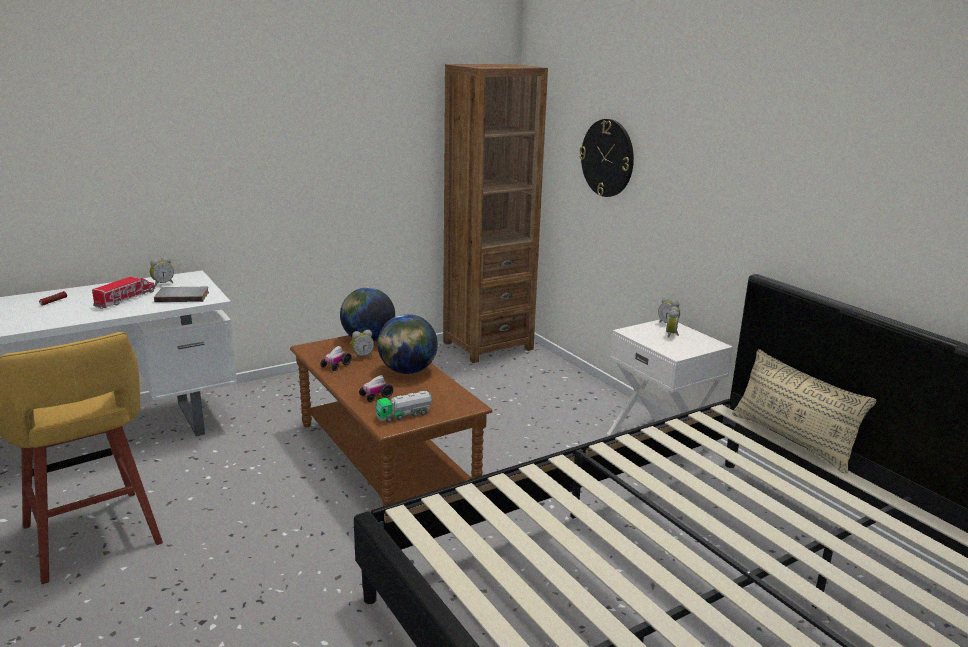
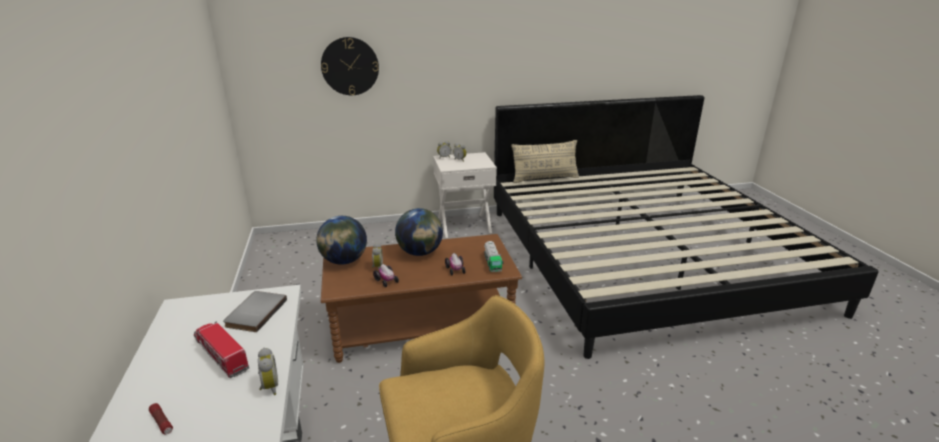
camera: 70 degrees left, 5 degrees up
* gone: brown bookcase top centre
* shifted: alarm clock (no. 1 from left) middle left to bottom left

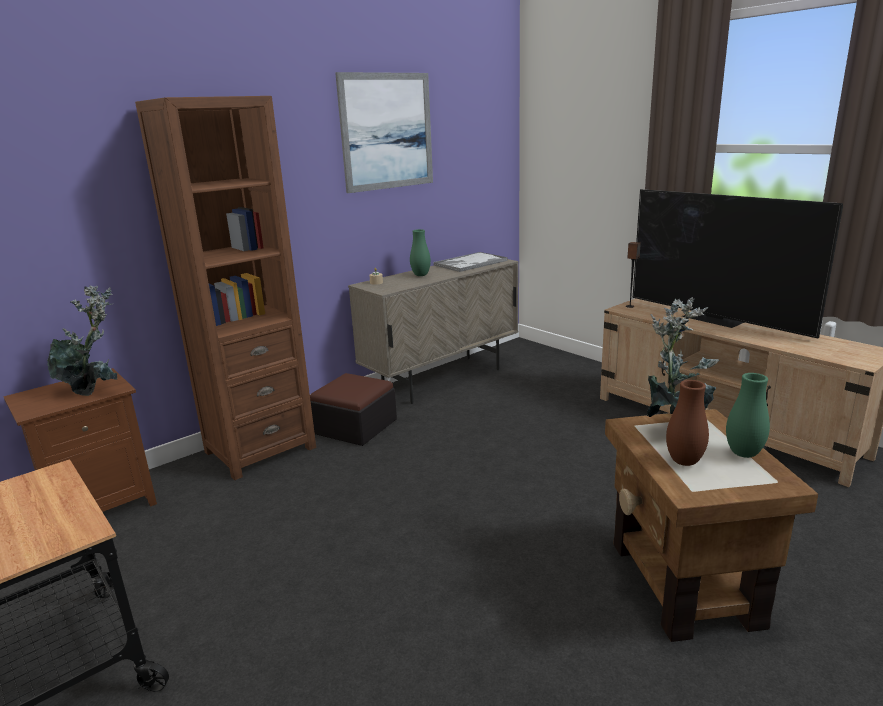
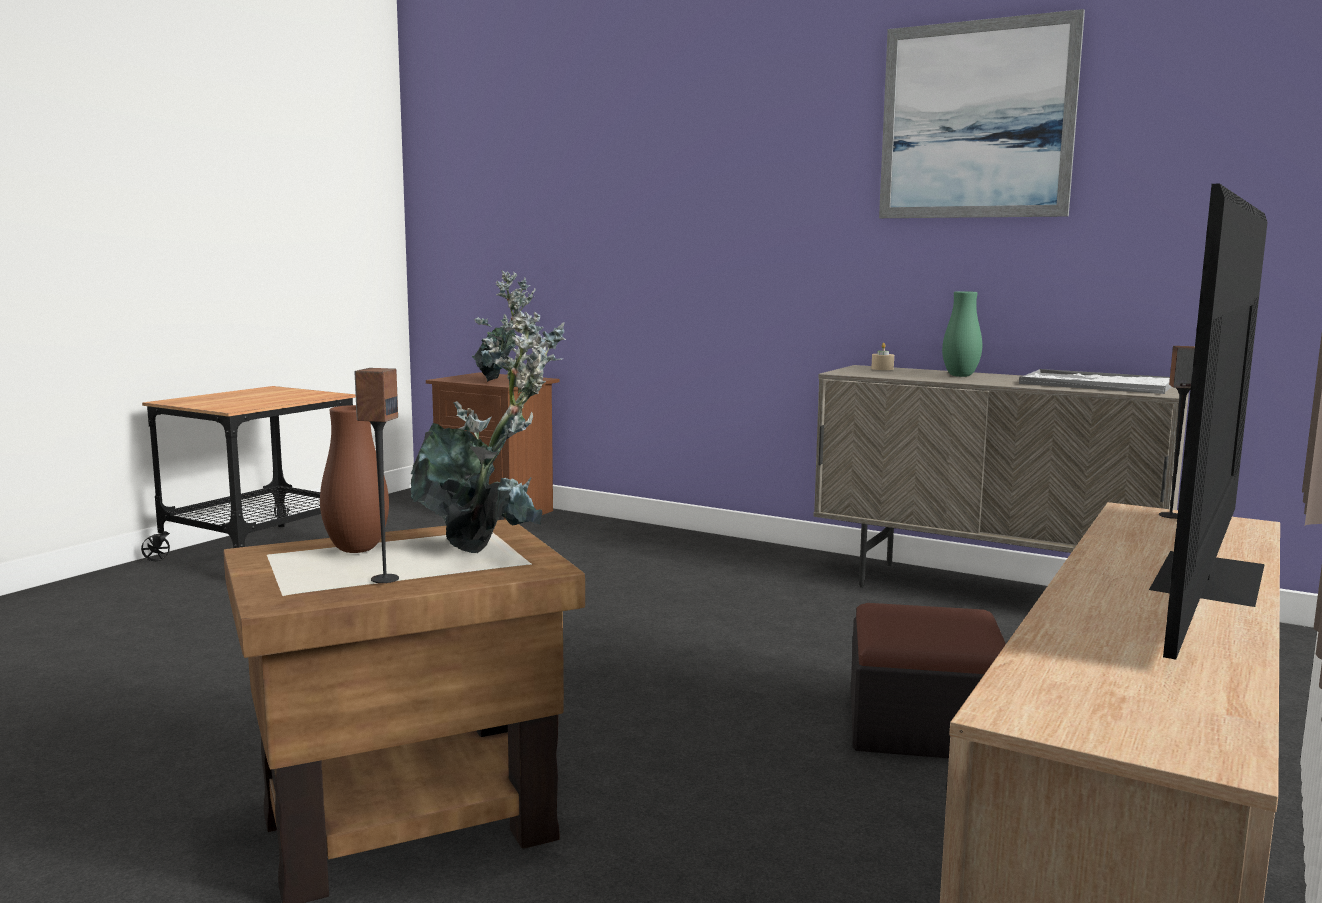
camera: 70 degrees right, 10 degrees down
* gone: brown bookcase middle left
* shifted: footrest centre to bottom right
* swapped: green-coloured vase (no. 2 from left) middle right to loudspeaker (no. 1 from left) middle left

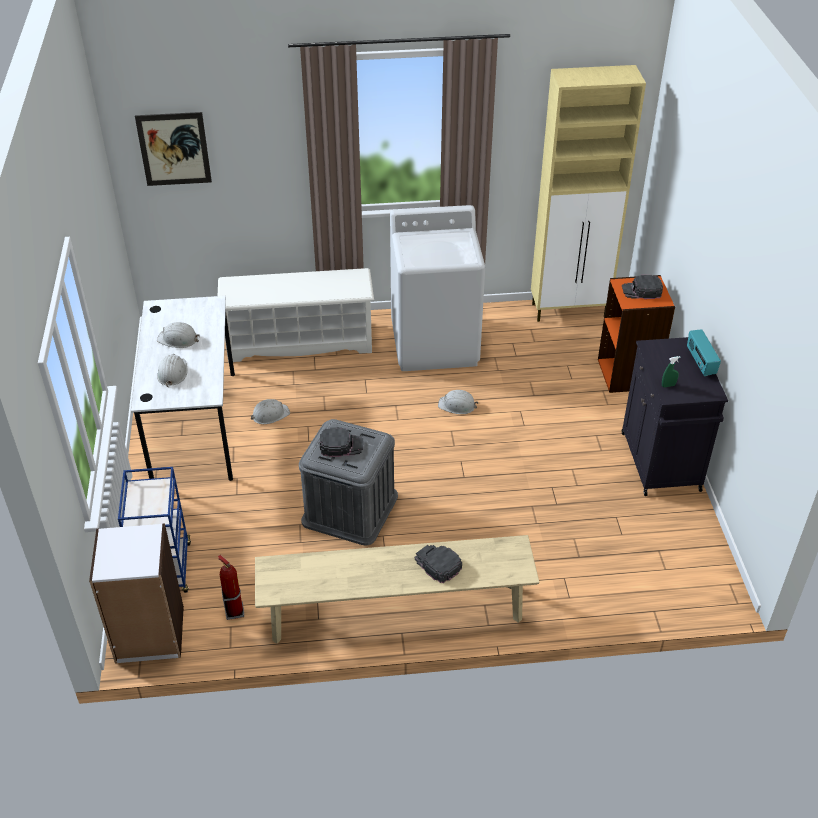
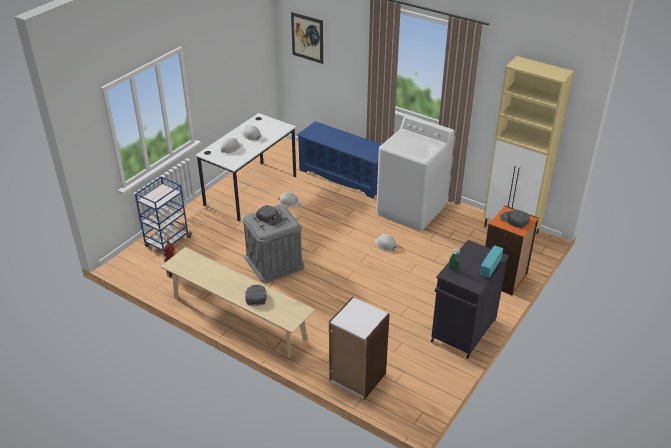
camera: 40 degrees right, 5 degrees down
* repainted: white-coloured shoe stand centre to blue shoe stand centre
* shifted: white-coloured bookcase bottom left to bottom centre

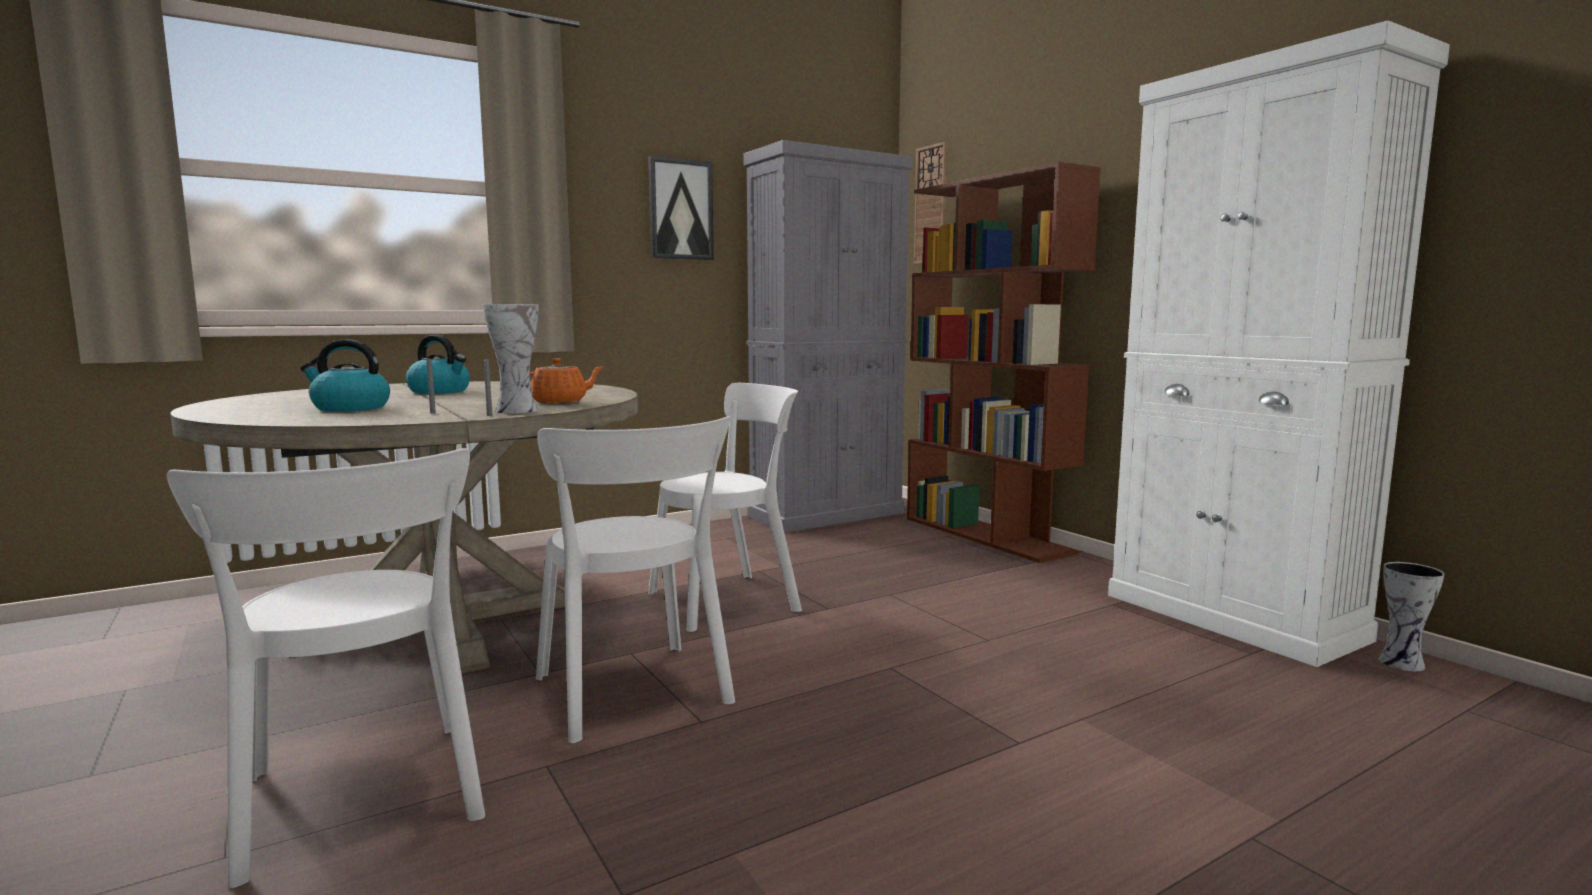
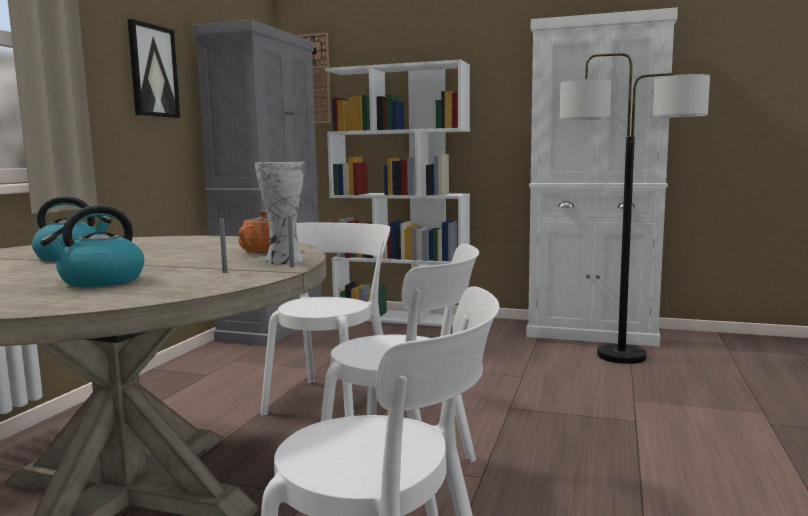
camera: 40 degrees left, 0 degrees up
* repainted: brown bookcase centre to white-coloured bookcase centre
* gone: vase (no. 2 from left) bottom right
* new: standard lamp middle right

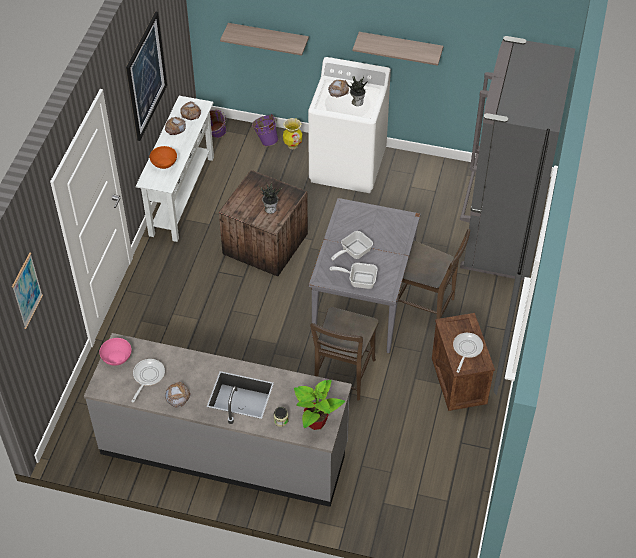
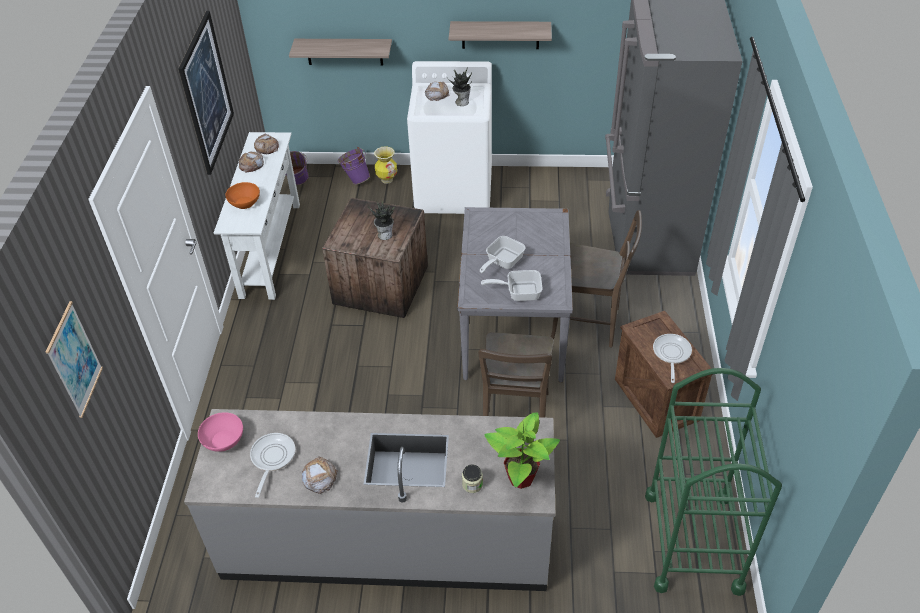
camera: 10 degrees left, 5 degrees down
* new: green-coloured wheeled cart bottom right

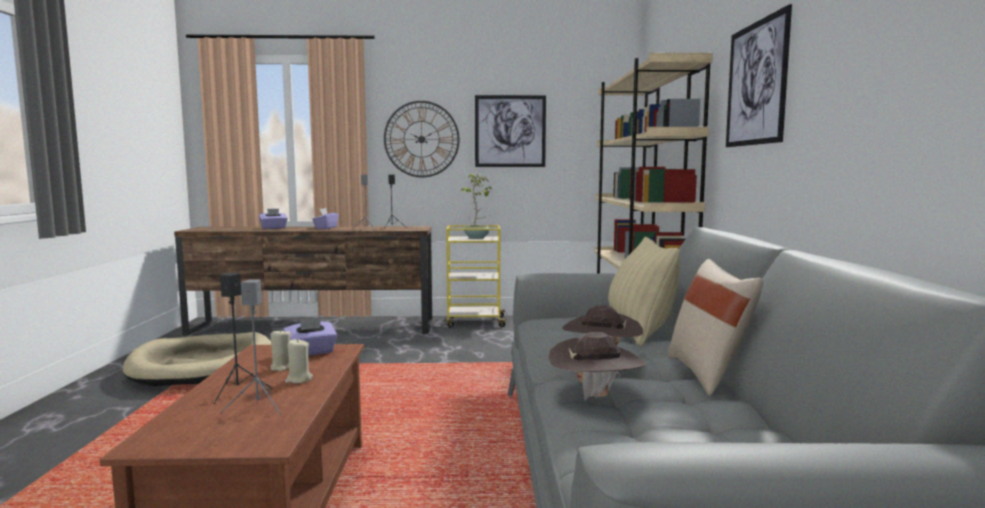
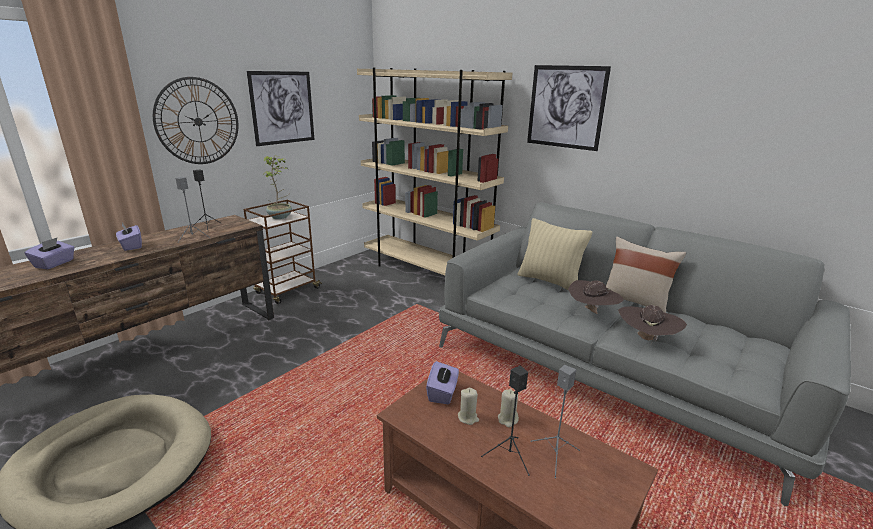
camera: 50 degrees left, 15 degrees up
* repainted: yellow-coloured wheeled cart centre to brown wheeled cart middle left

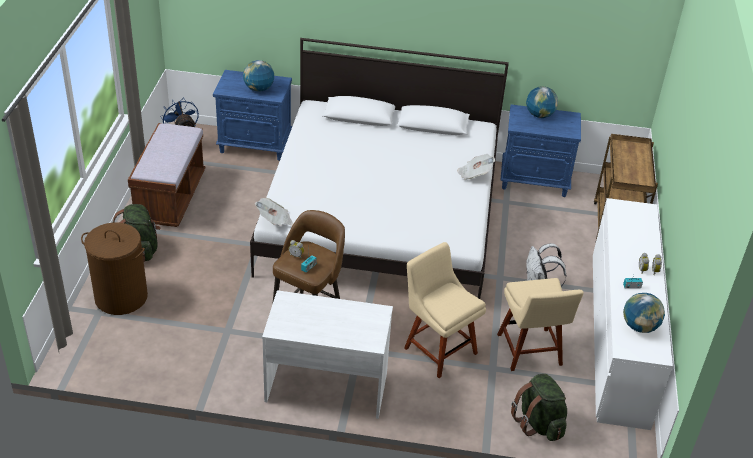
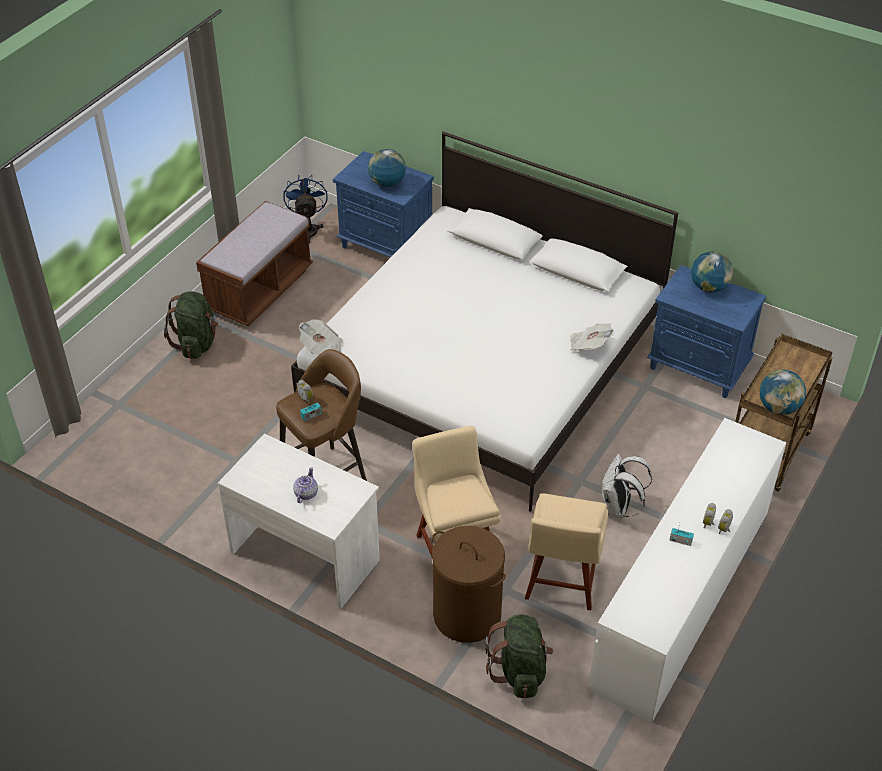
camera: 25 degrees right, 5 degrees up
* shifted: brown washing basket middle left to bottom centre
* shifted: desk globe (no. 3 from left) bottom right to middle right
* new: pot for tea centre

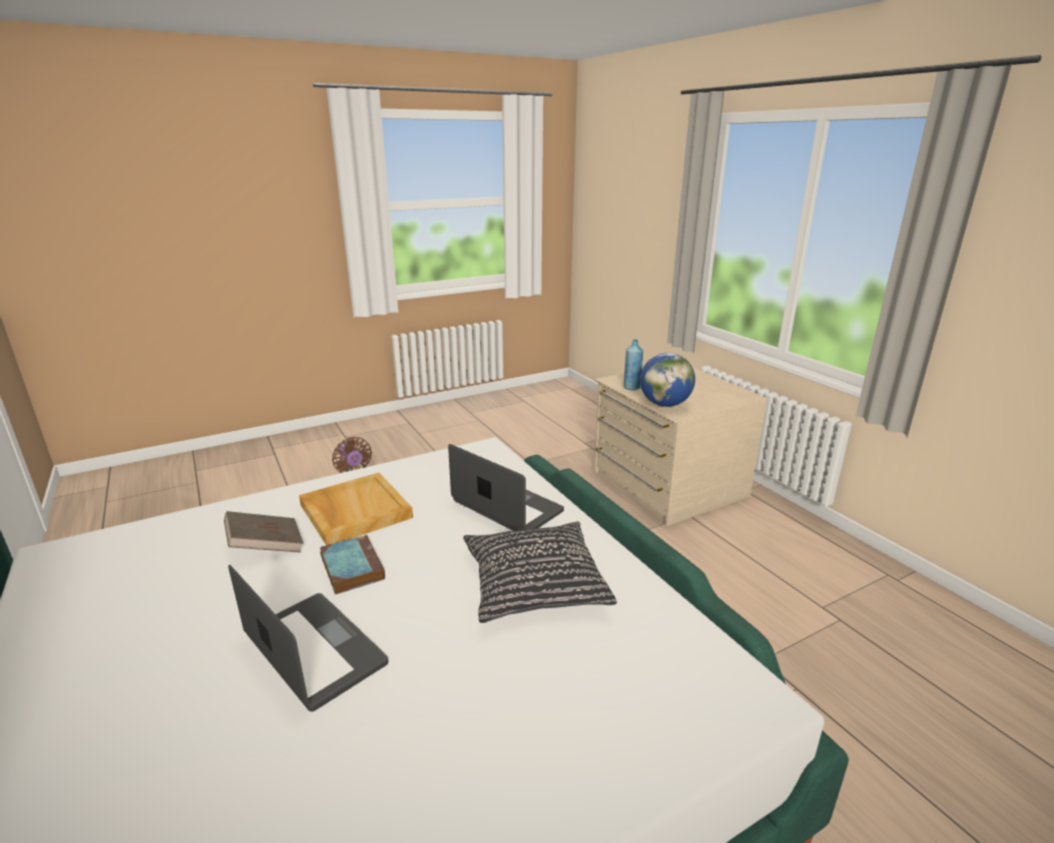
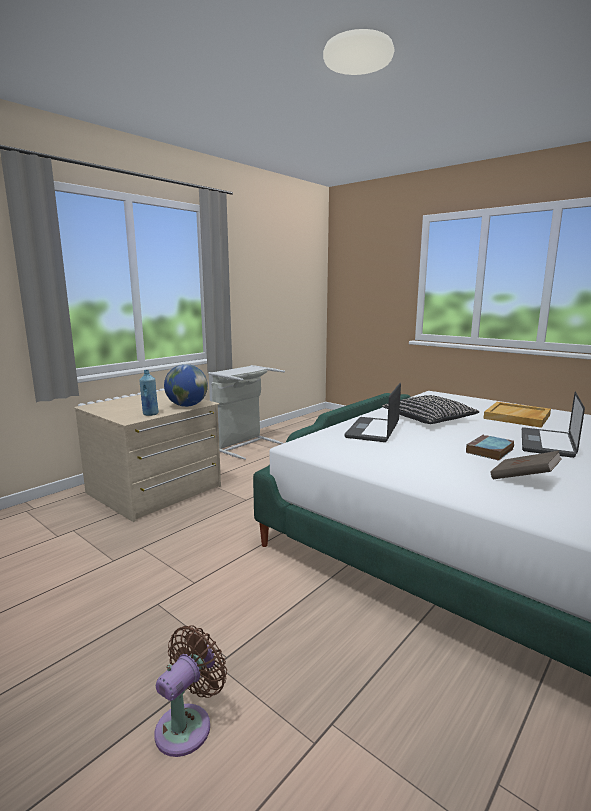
camera: 110 degrees left, 10 degrees down
* shifted: beige-coloured tray centre to middle right
* new: gray washing basket centre

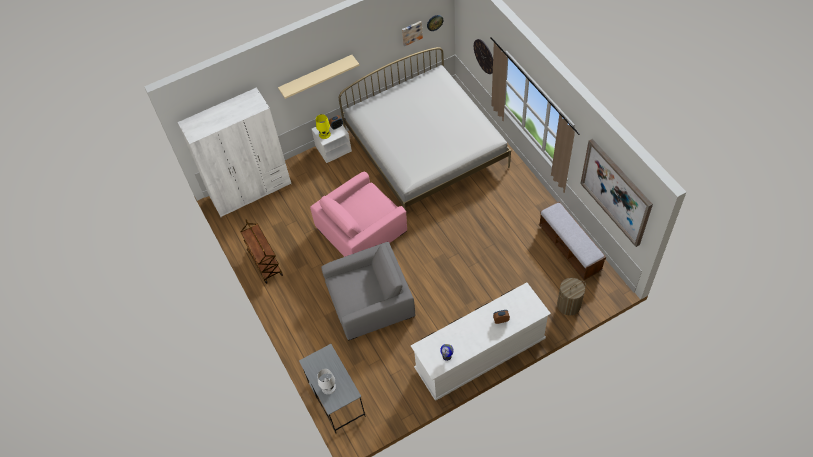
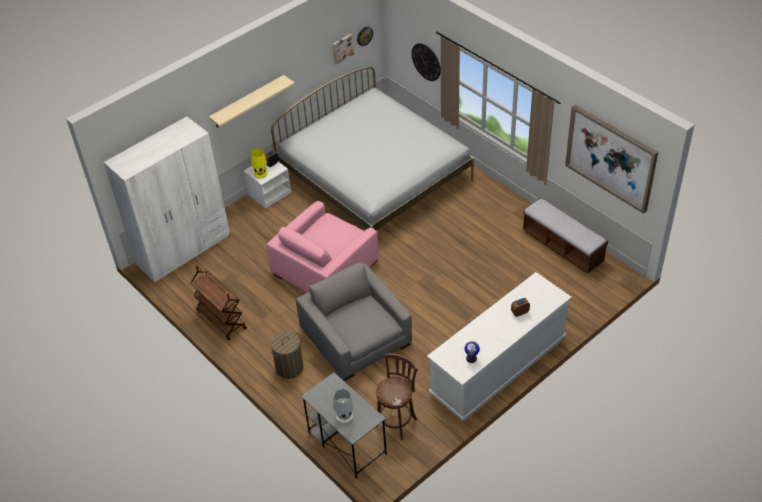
camera: 15 degrees left, 10 degrees down
* rotated: gray lounge chair centre = centre 90 degrees counterclockwise
* shifted: washing basket middle right to bottom centre
* new: brown sitting stool bottom centre

